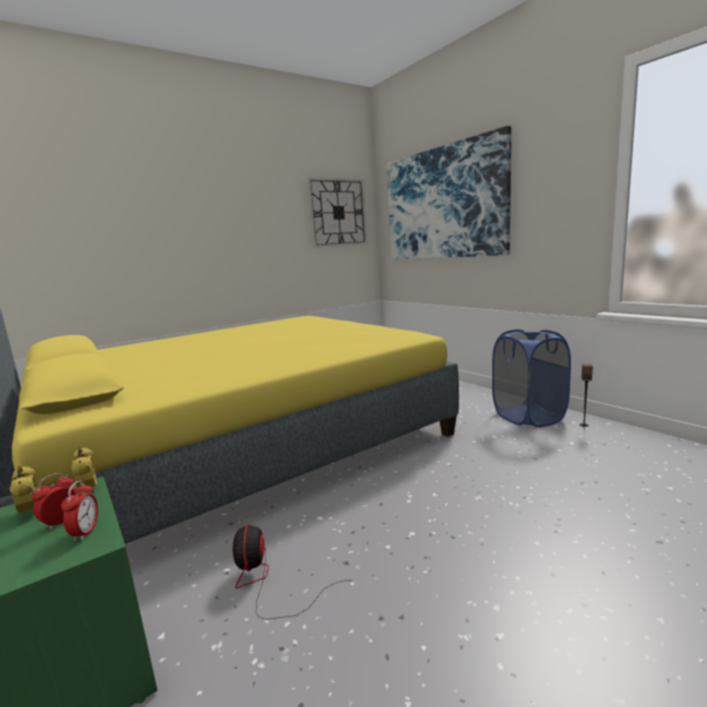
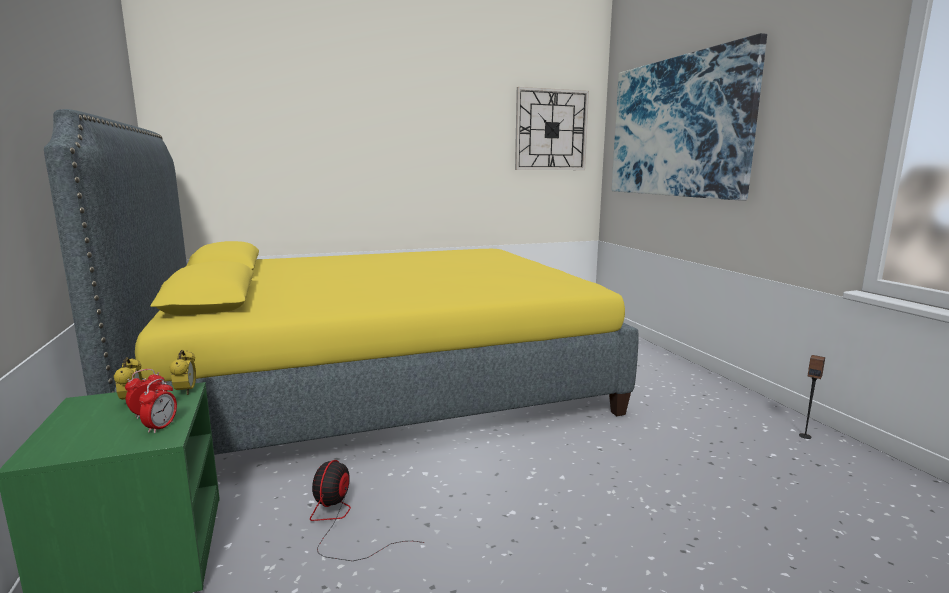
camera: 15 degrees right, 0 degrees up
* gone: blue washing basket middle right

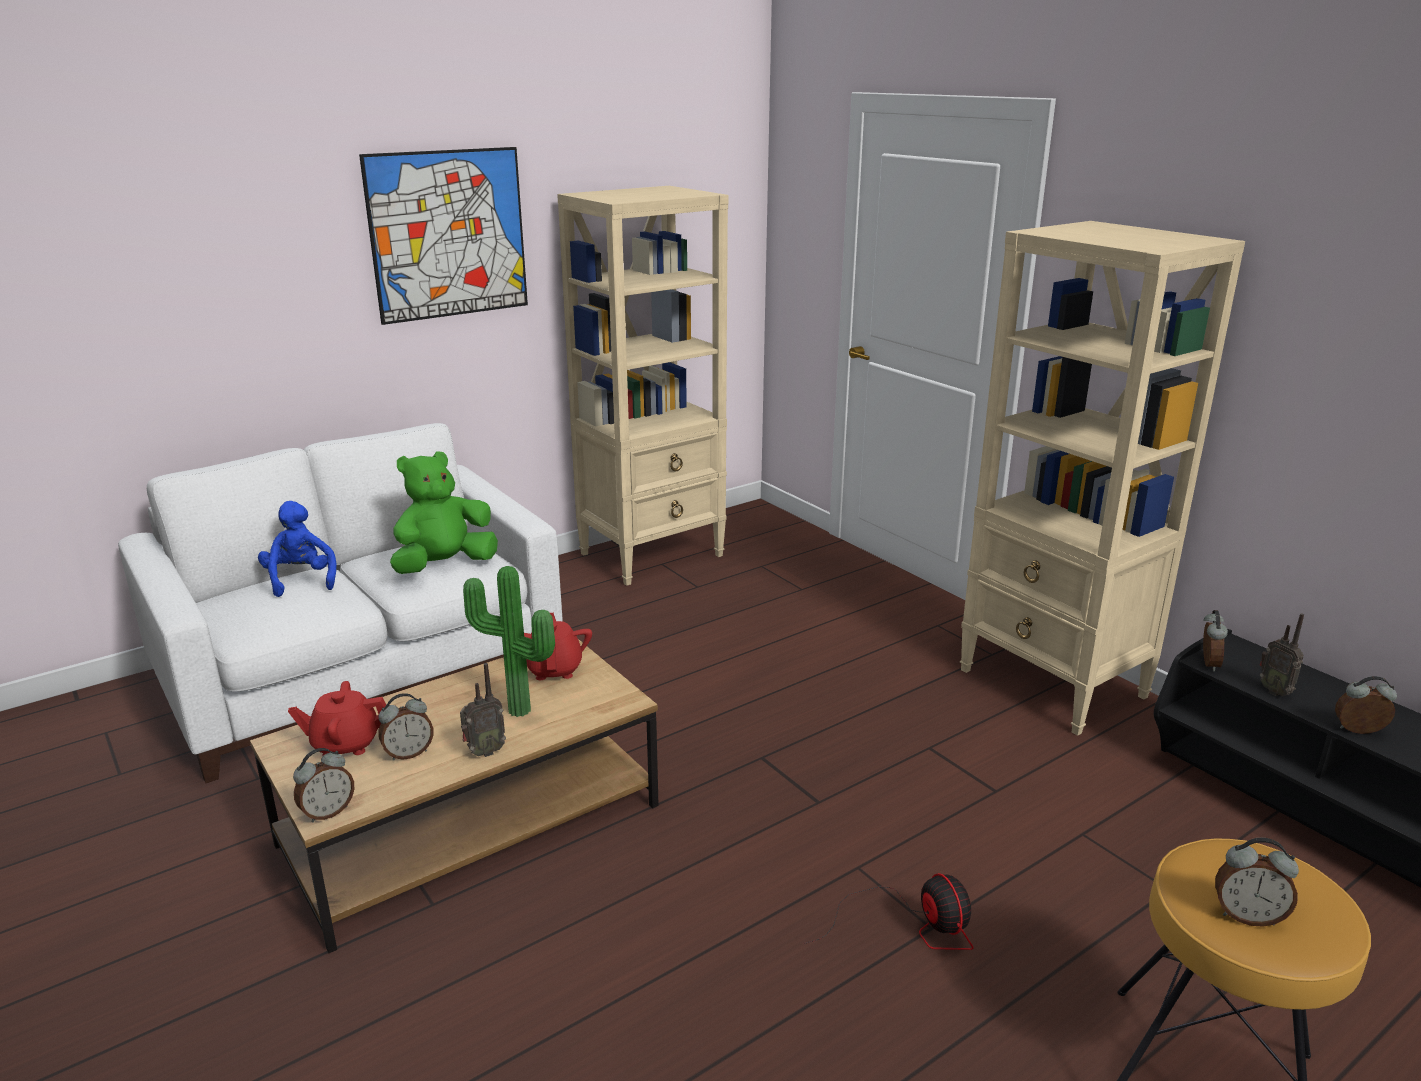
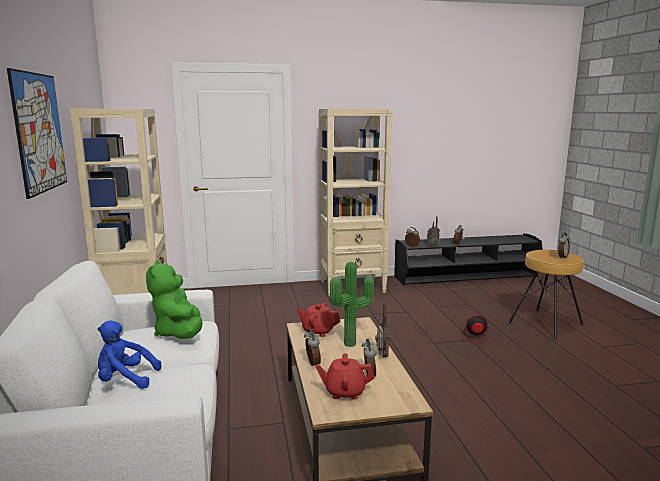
camera: 65 degrees left, 10 degrees down
* rotated: red pot for tea (no. 1 from left in the first image) middle left = bottom centre 75 degrees clockwise
* shifted: alarm clock (no. 1 from left) bottom left to bottom centre

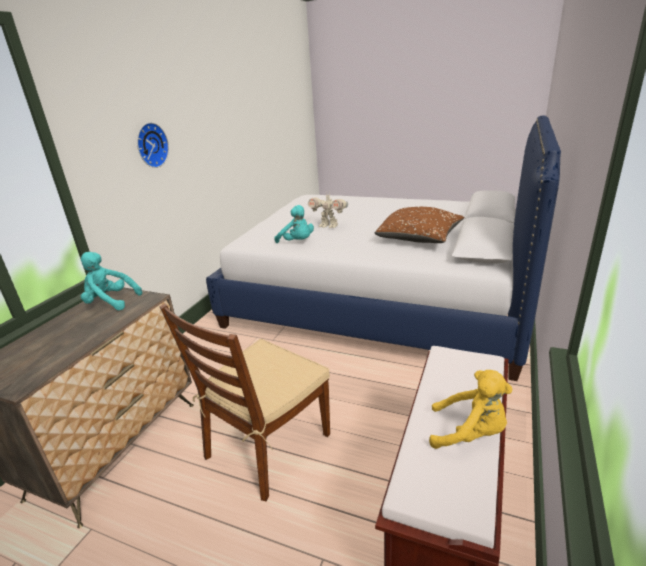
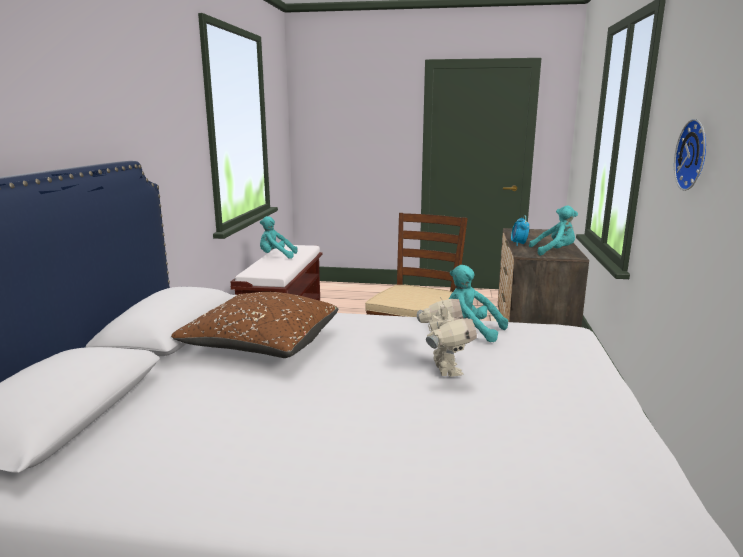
camera: 165 degrees right, 10 degrees down
* rotated: toy robot centre = centre 75 degrees clockwise
* repainted: yellow-coloured plush toy bottom right to blue-green plush toy (no. 1 from left) centre
* new: alarm clock middle right

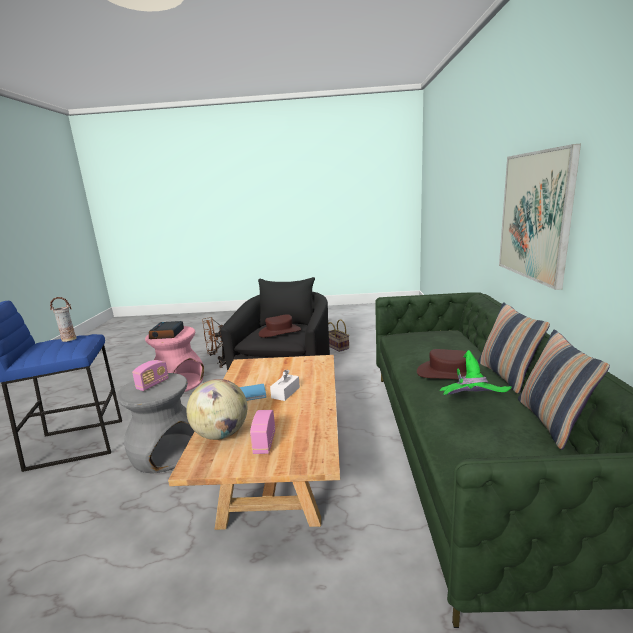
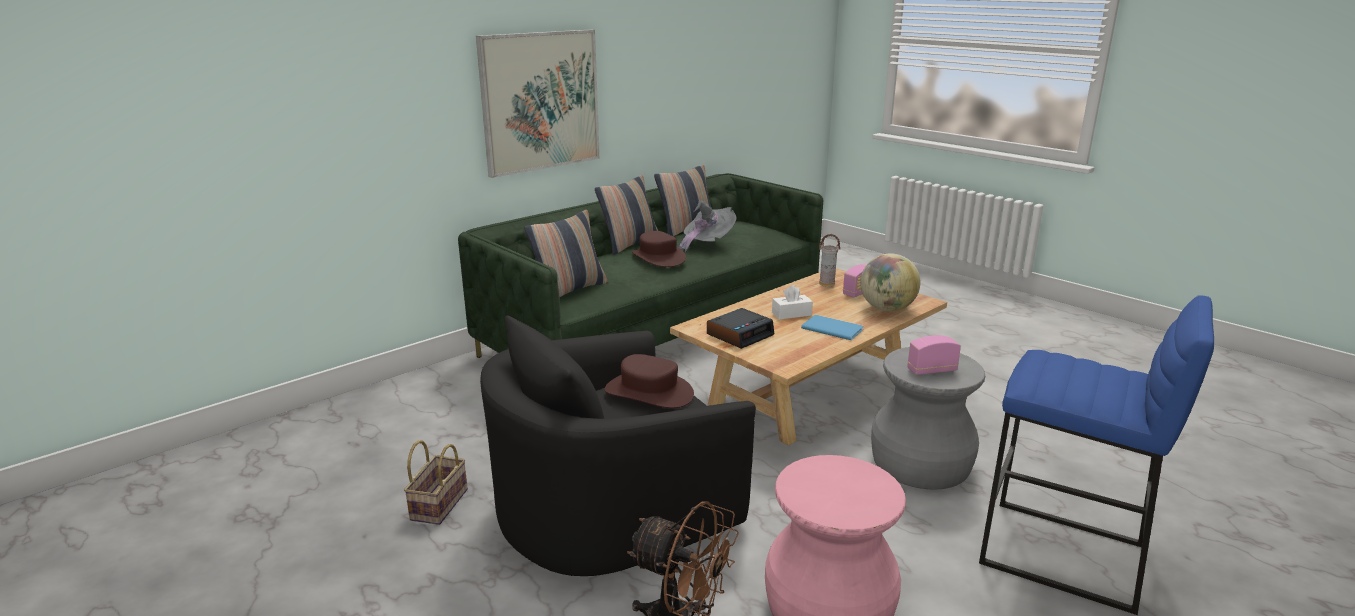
camera: 135 degrees left, 5 degrees up
* shifted: vase middle left to centre
* shifted: alarm clock middle left to centre
* repainted: green-coloured hat middle right to gray hat centre
* new: cushion (no. 1 from left) centre

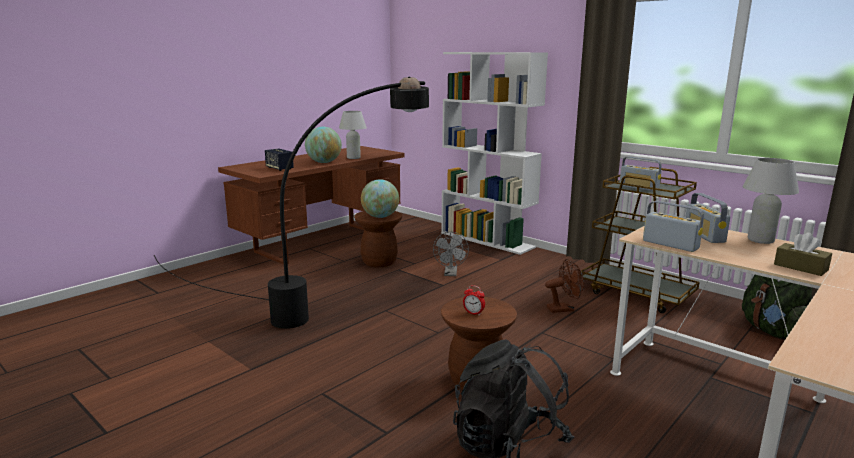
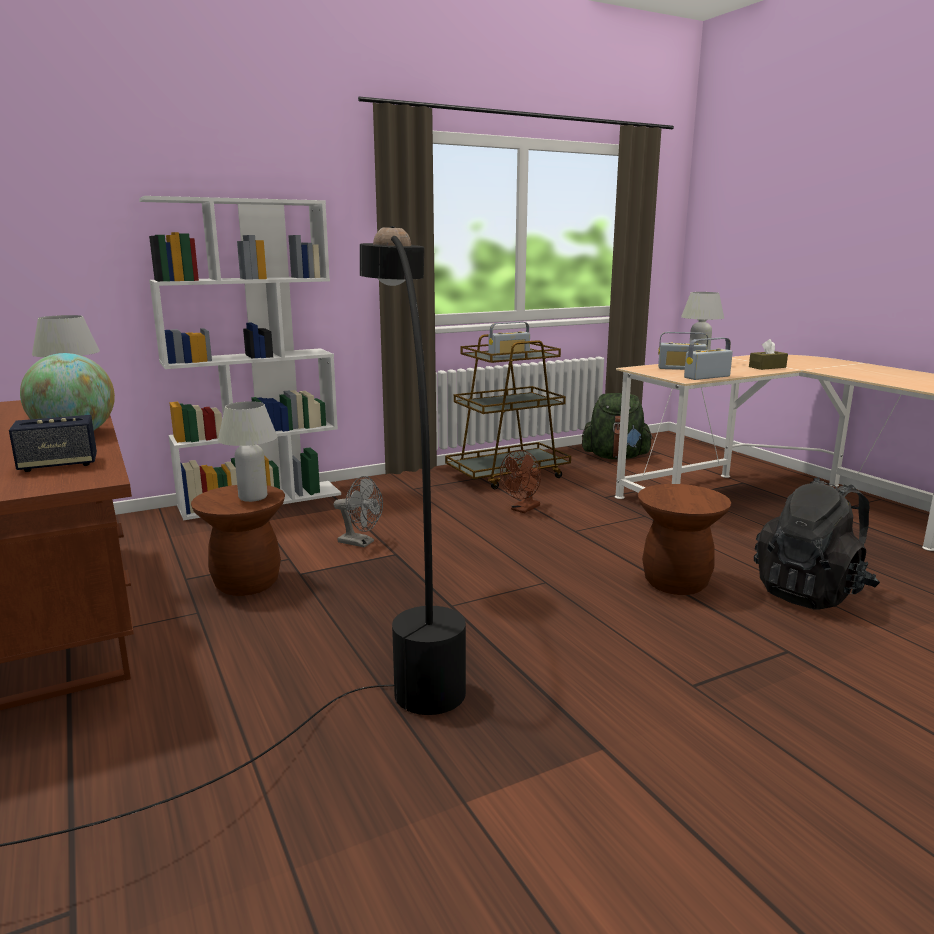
camera: 70 degrees left, 0 degrees up
* swapped: desk globe (no. 2 from left) centre to white-coloured table lamp (no. 2 from left) middle left
* rotated: brown fan centre = centre 150 degrees counterclockwise
* gone: alarm clock centre

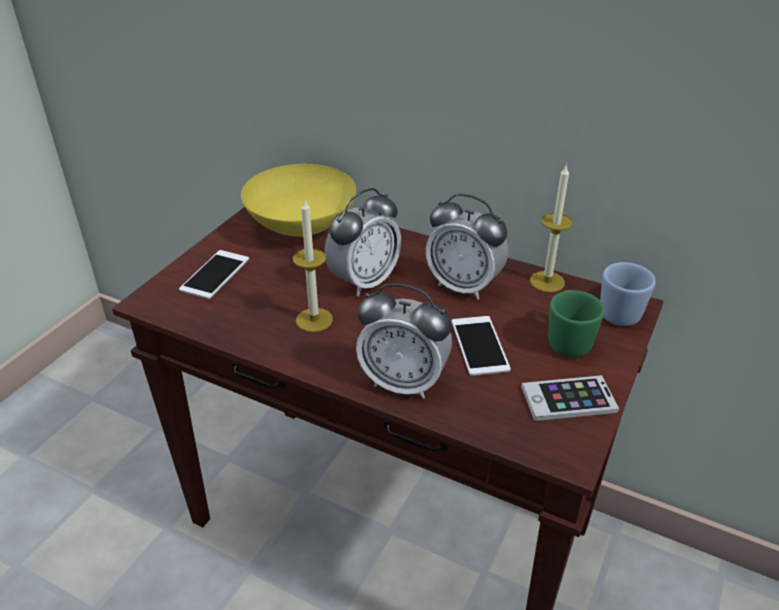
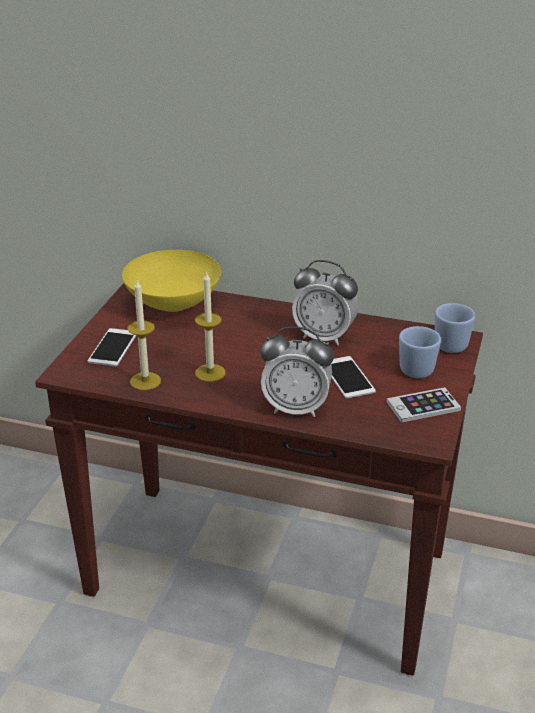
camera: 10 degrees left, 5 degrees down
* shifted: wax light (no. 2 from left in the first image) middle right to wax light (no. 1 from left) middle left
* gone: alarm clock (no. 1 from left) centre
* repainted: green-coloured coffee mug middle right to blue coffee mug (no. 1 from left) middle right

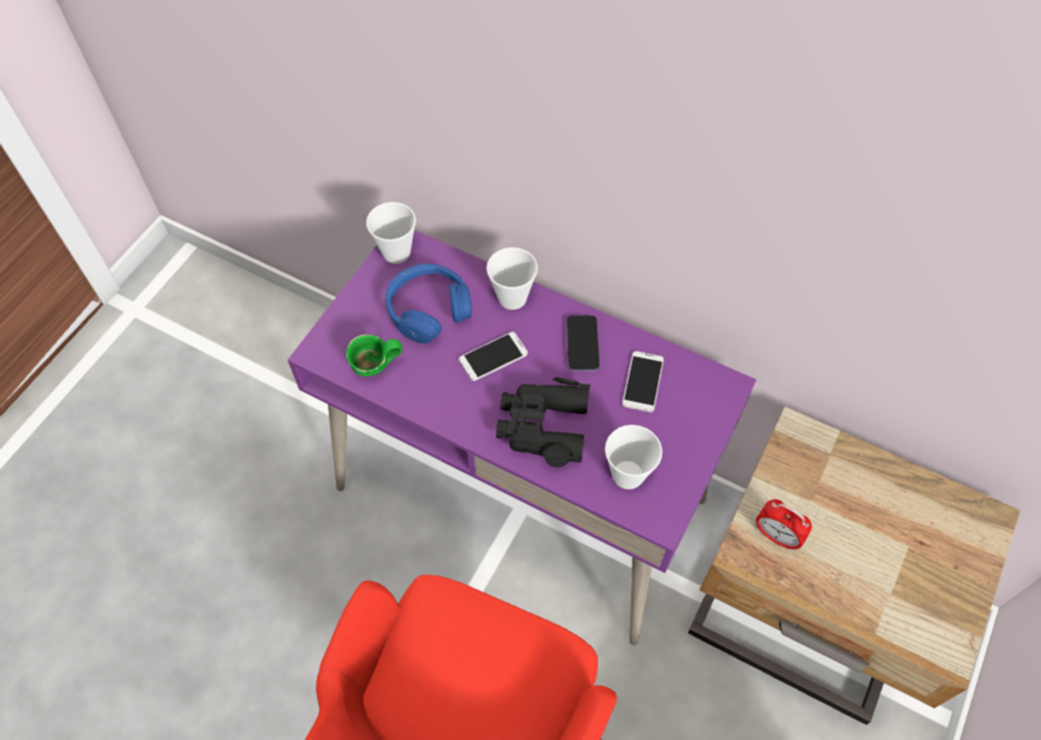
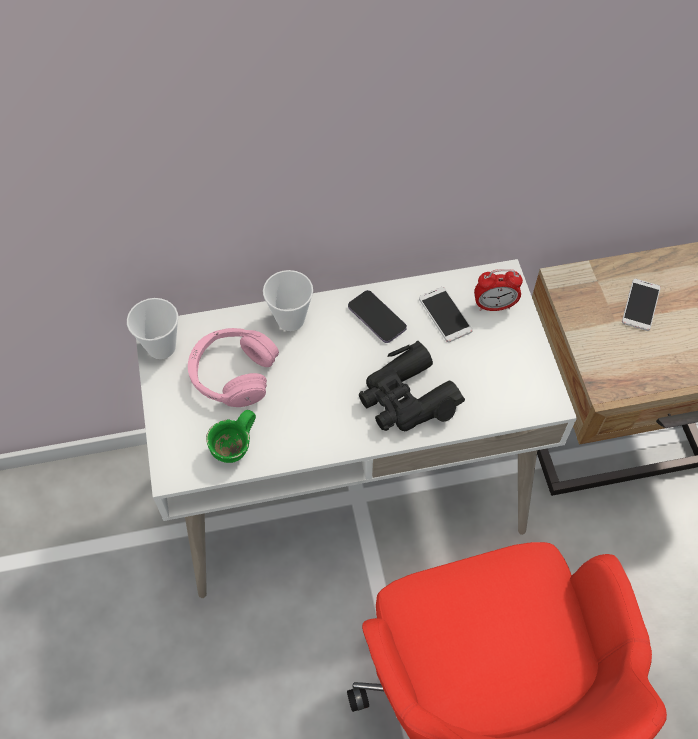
camera: 40 degrees left, 0 degrees up
* repainted: purplish desk table centre to white-coloured desk table centre
* repainted: blue headphones centre to pink-coloured headphones centre
* shifted: phone (no. 1 from left in the first image) centre to phone (no. 3 from left) middle right
* gone: cup (no. 3 from left) centre
* shifted: alarm clock bottom right to middle right

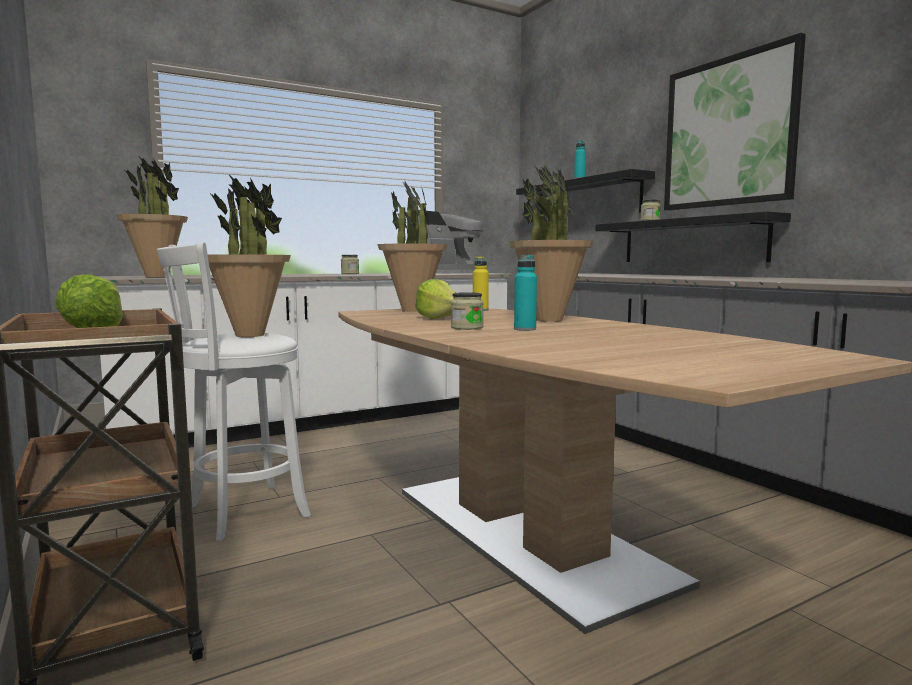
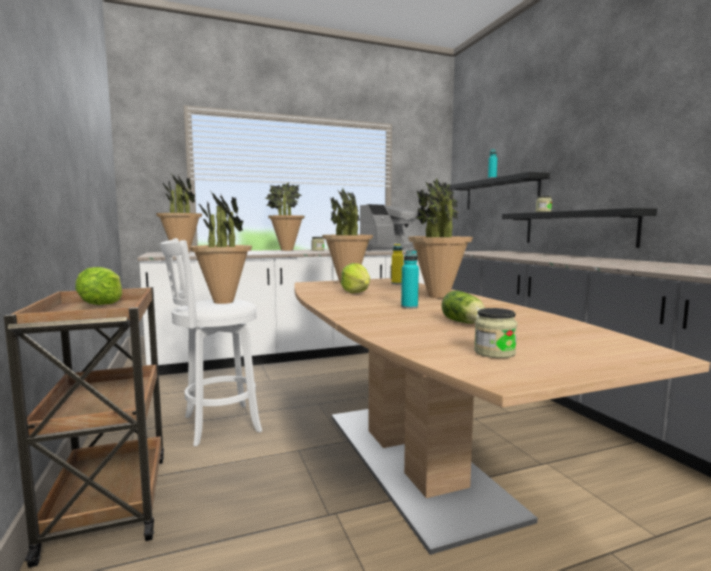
camera: 10 degrees right, 0 degrees up
* gone: wall picture top right
* shifted: preserve jar (no. 2 from left) centre to middle right
* new: potted plant (no. 3 from left) centre
* new: lettuce (no. 3 from left) centre

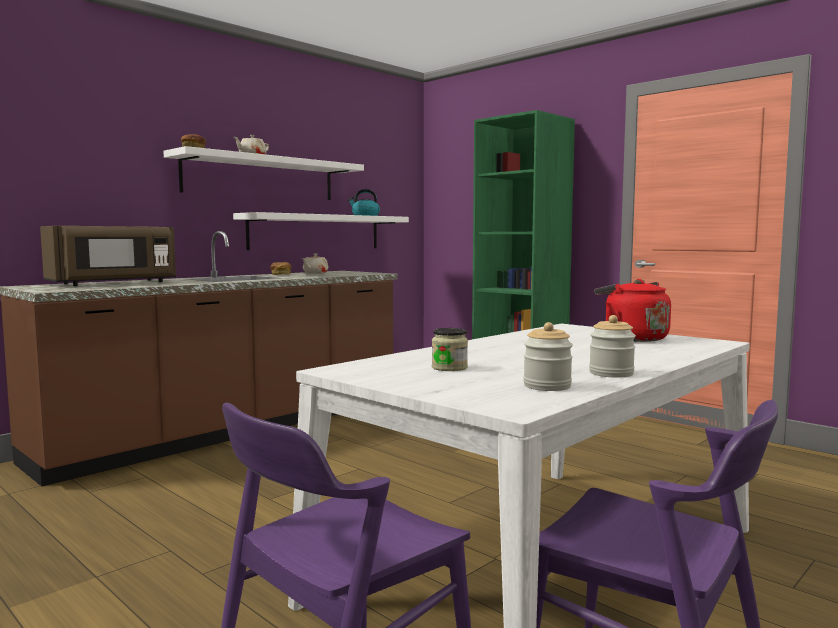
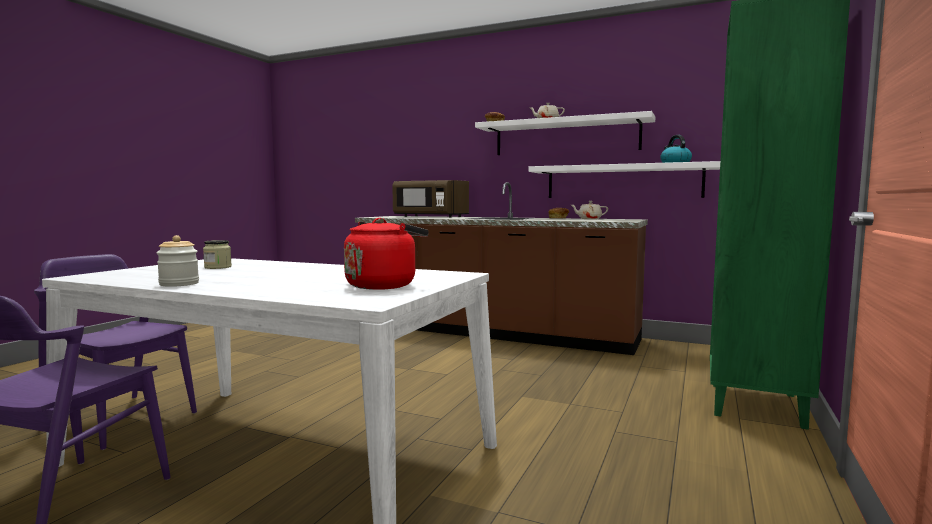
camera: 70 degrees right, 0 degrees up
* gone: preserve jar (no. 2 from left) centre

